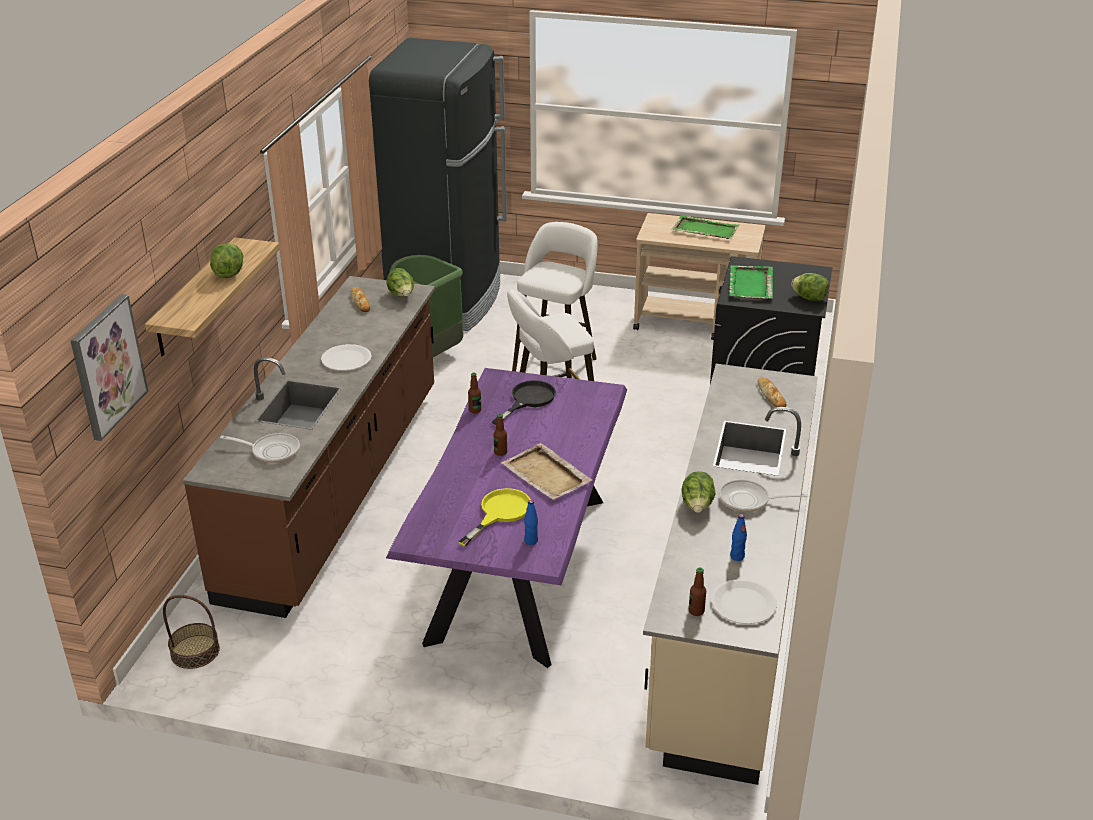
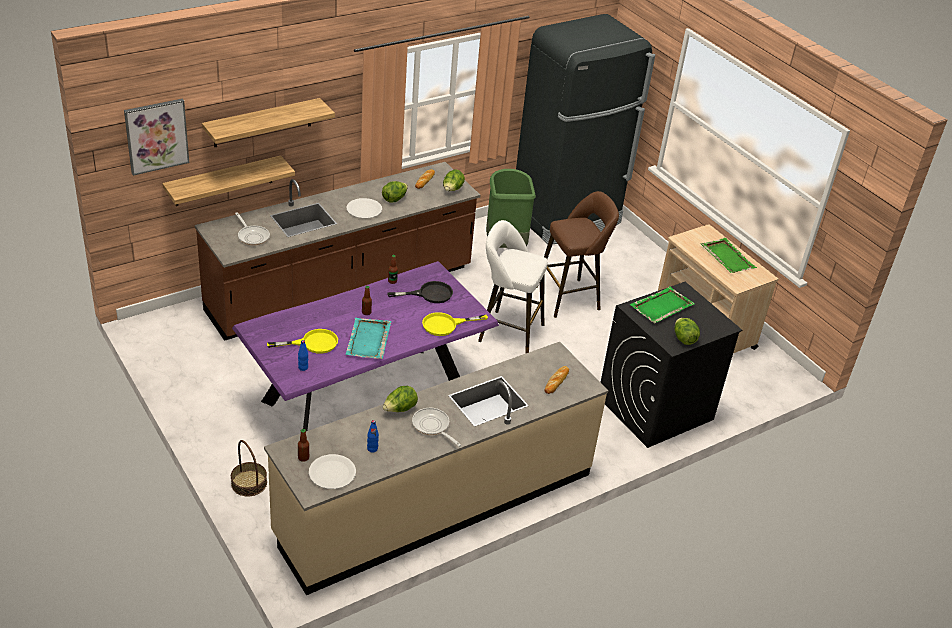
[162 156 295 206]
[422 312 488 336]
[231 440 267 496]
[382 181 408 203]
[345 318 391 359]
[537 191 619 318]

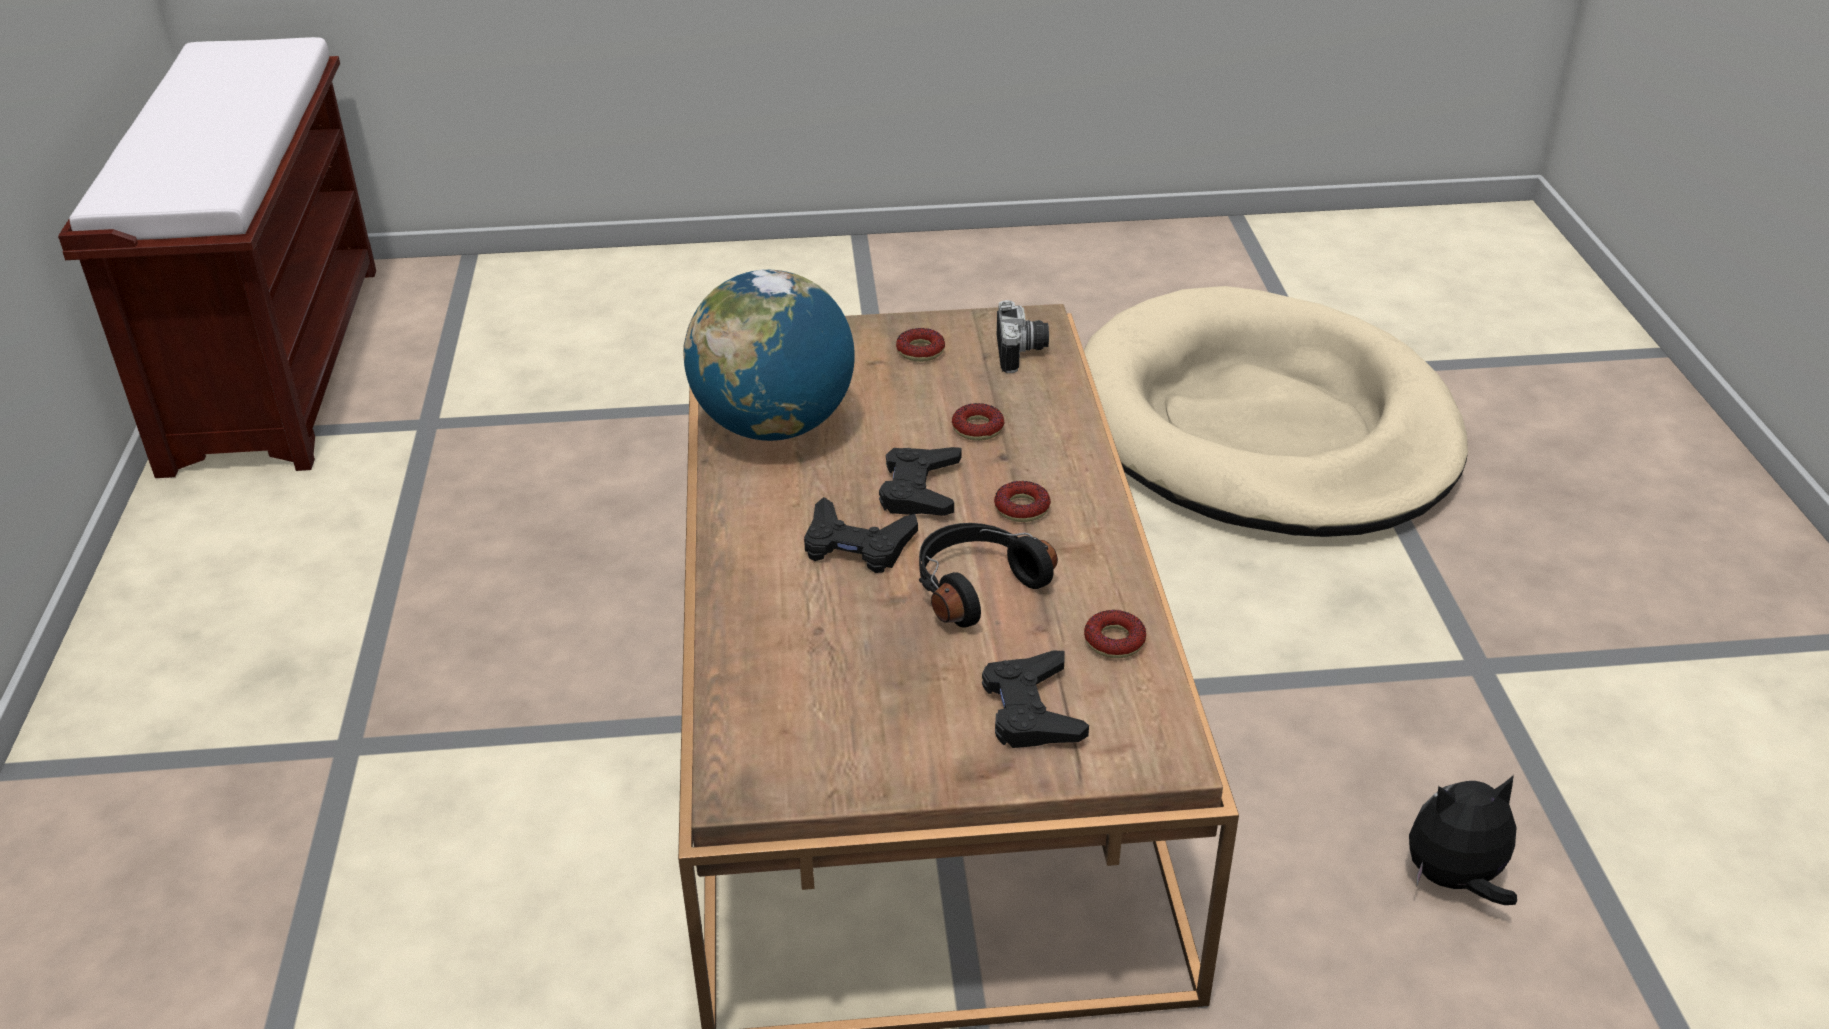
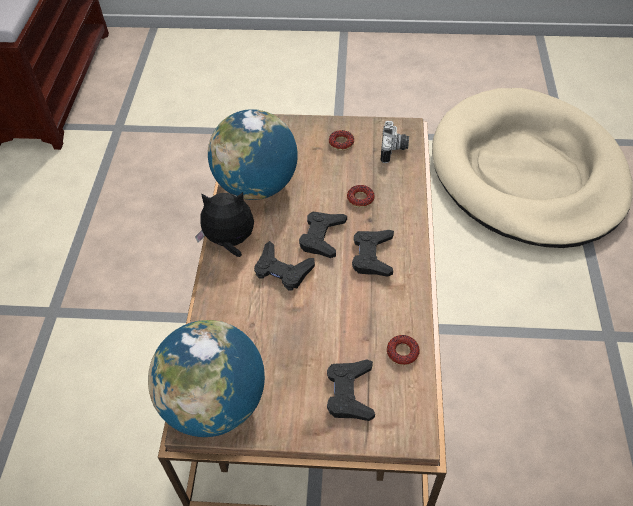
[919 523 1058 628] (first image)
[148 320 265 437]
[195 192 254 257]
[352 230 394 277]

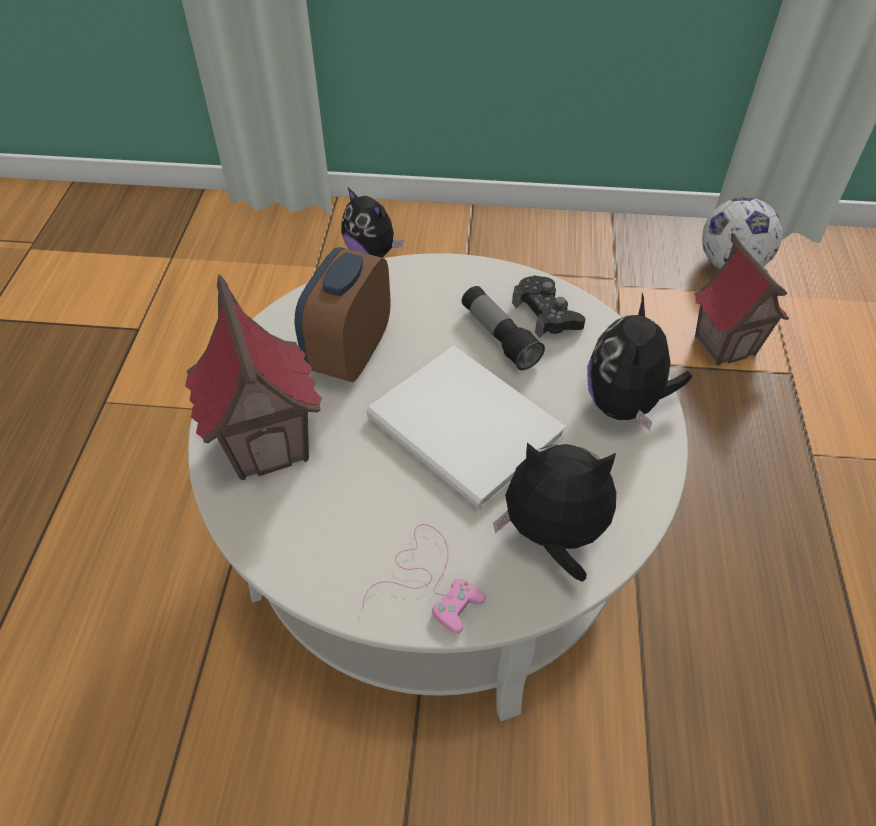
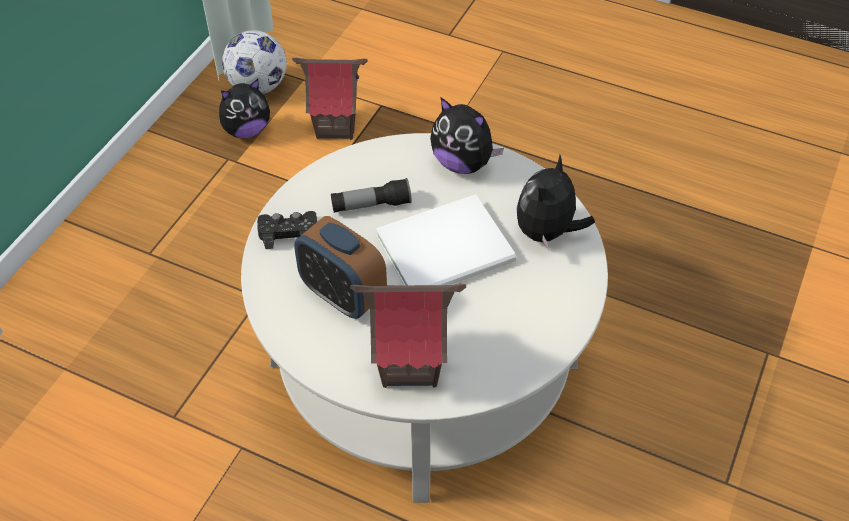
[363 524 486 634] (first image)
[219 79 270 138]
[257 211 317 249]

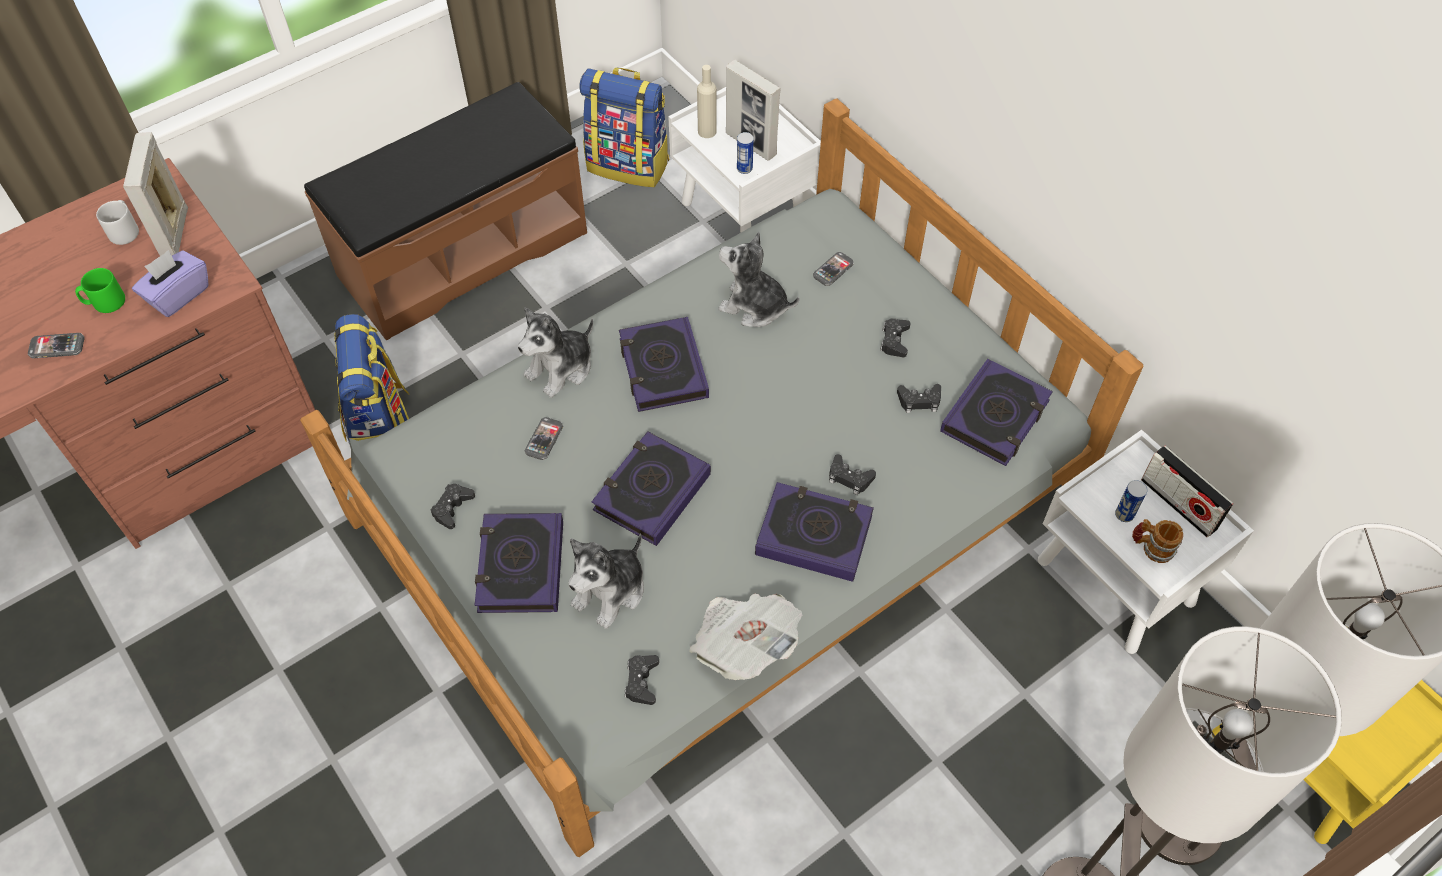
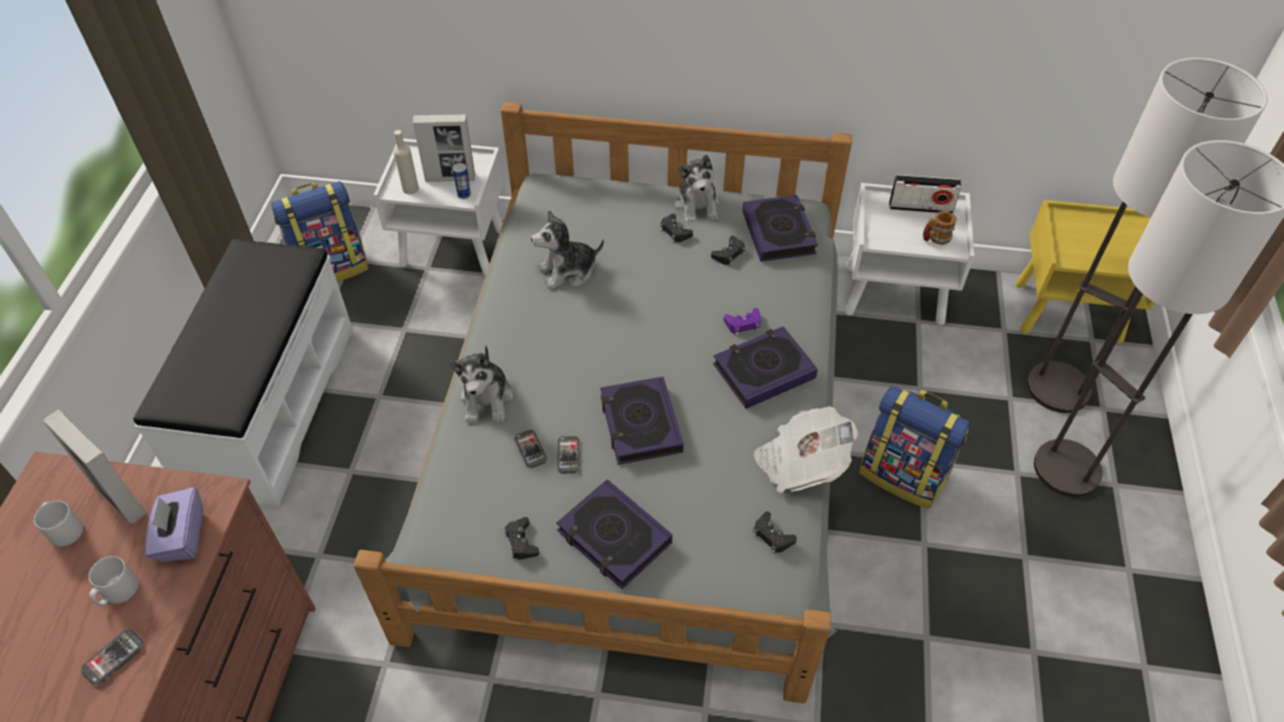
[619 317 709 412] (first image)
[1115 480 1148 522] (first image)
[859 386 969 509]
[675 155 719 223]
[557 436 580 474]
[89 556 138 606]
[133 239 353 507]
[724 308 761 336]

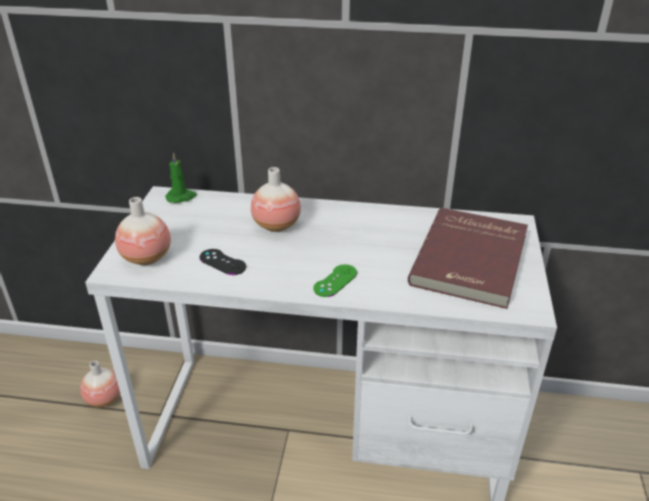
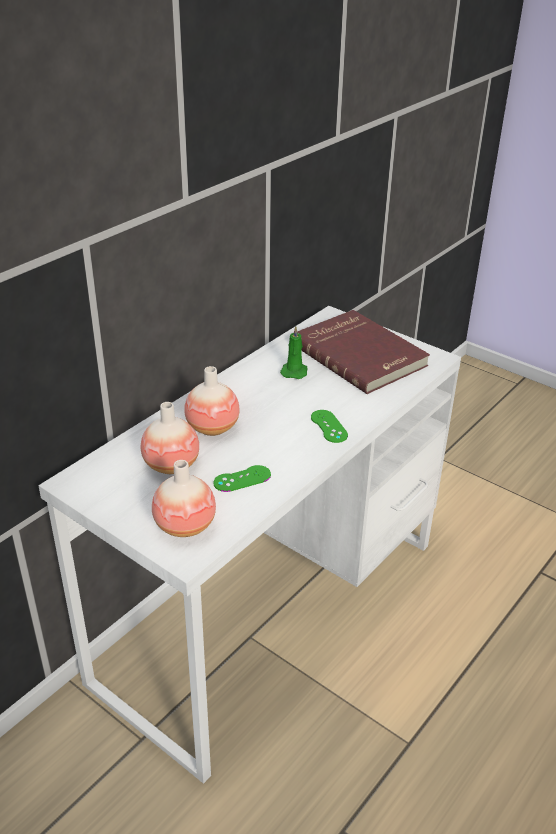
[141 402 199 474]
[280 326 308 379]
[213 465 271 492]

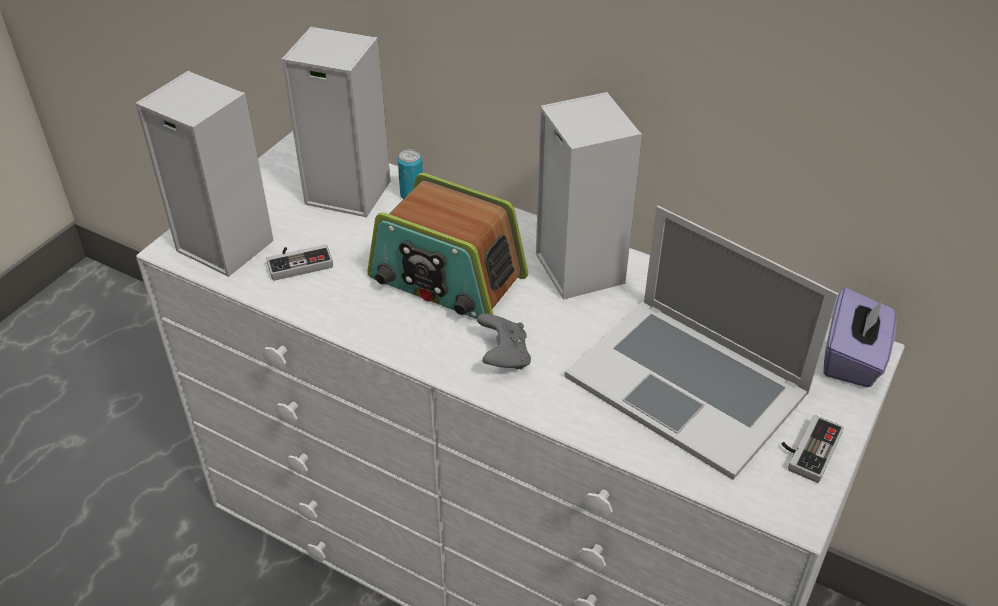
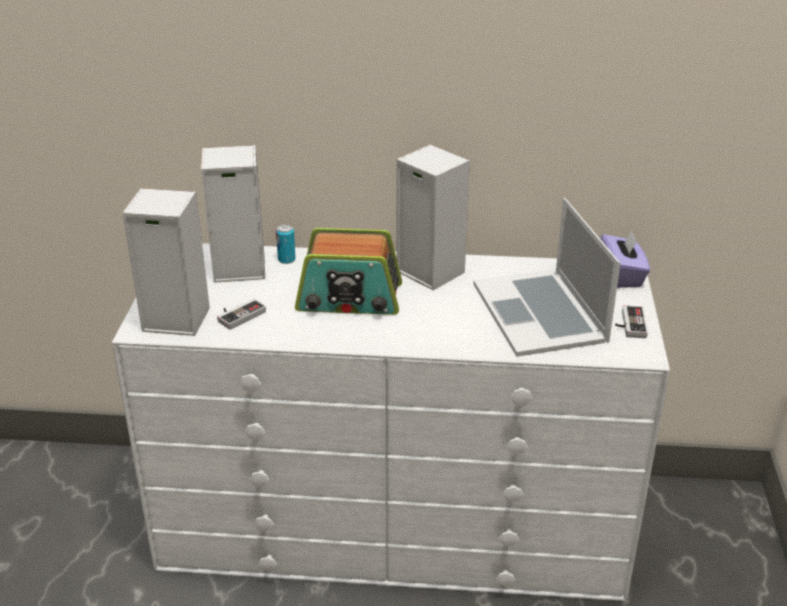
[477 314 531 370] (first image)
[473 198 620 357]

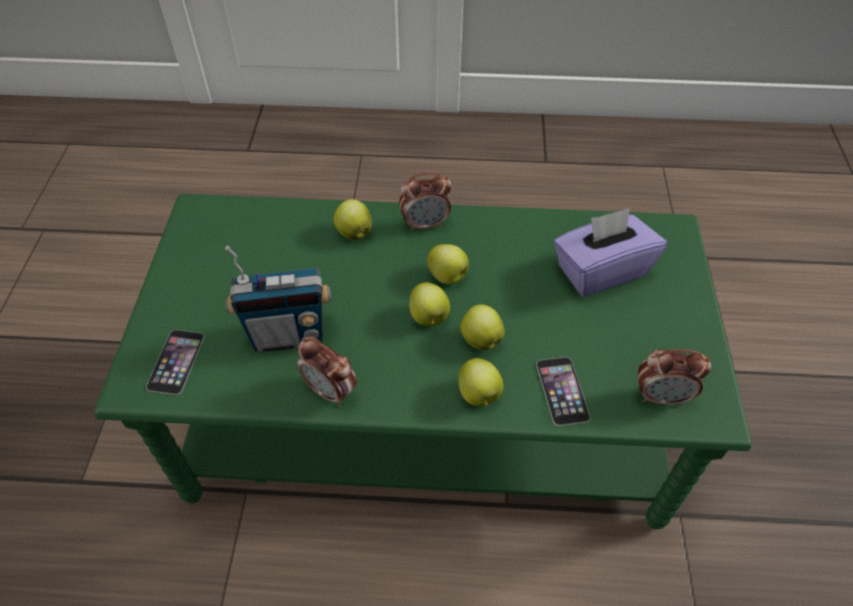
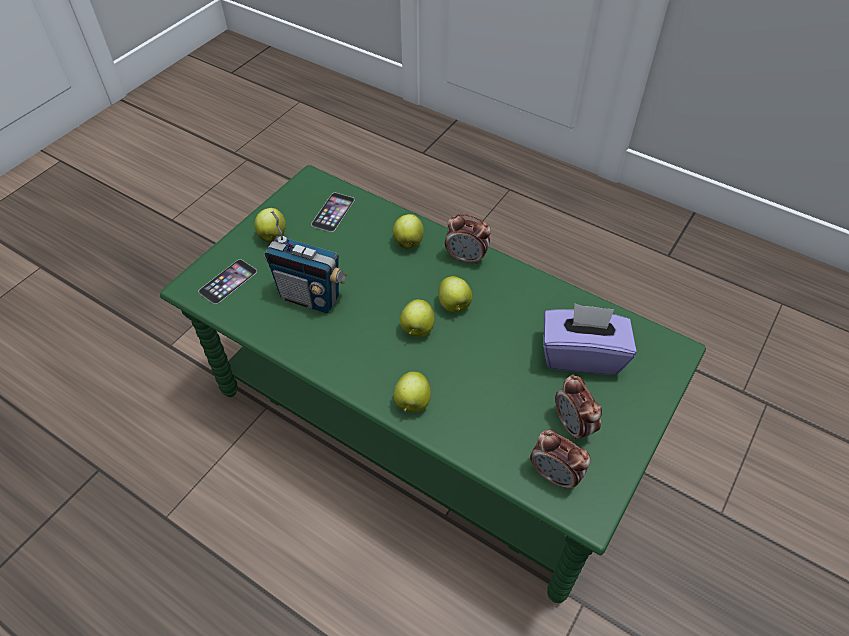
[555 374 602 441]
[254 208 286 242]
[311 193 355 232]

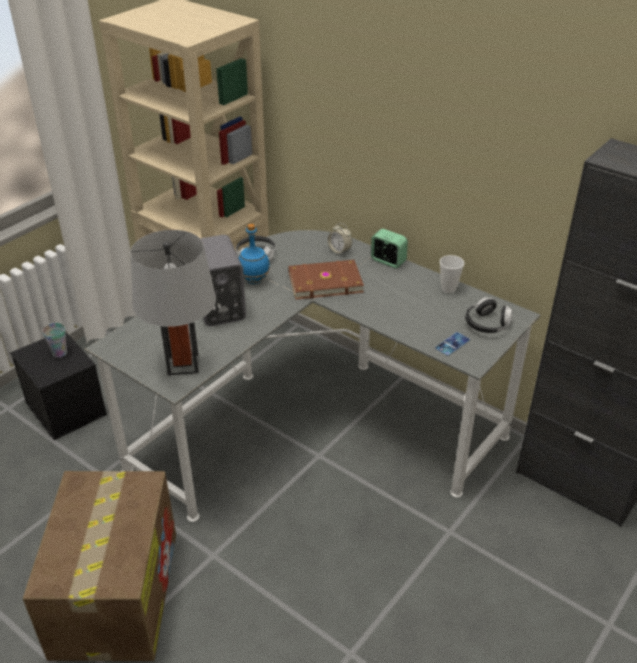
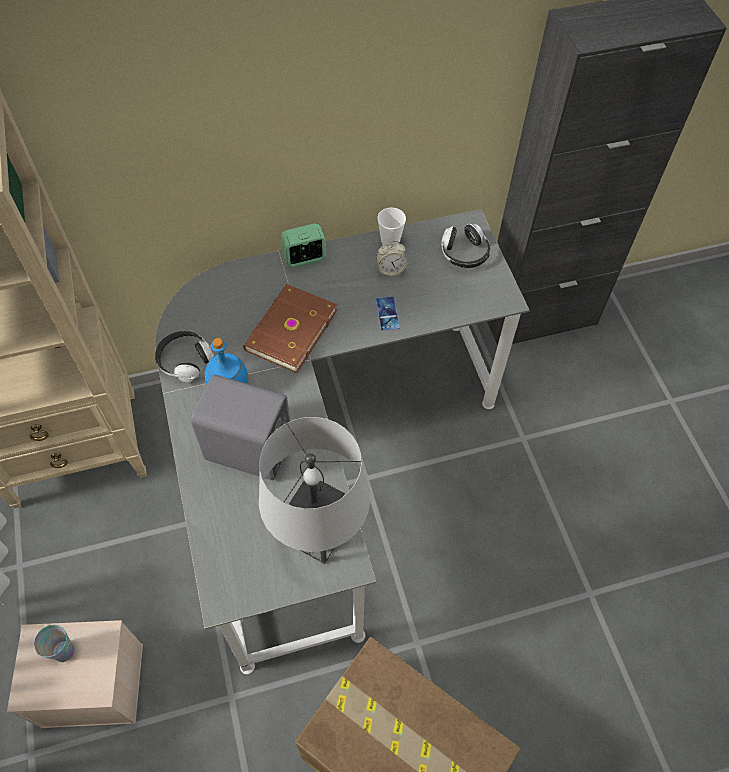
[376 241 407 277]
[376 297 400 331]
[7 620 143 728]

